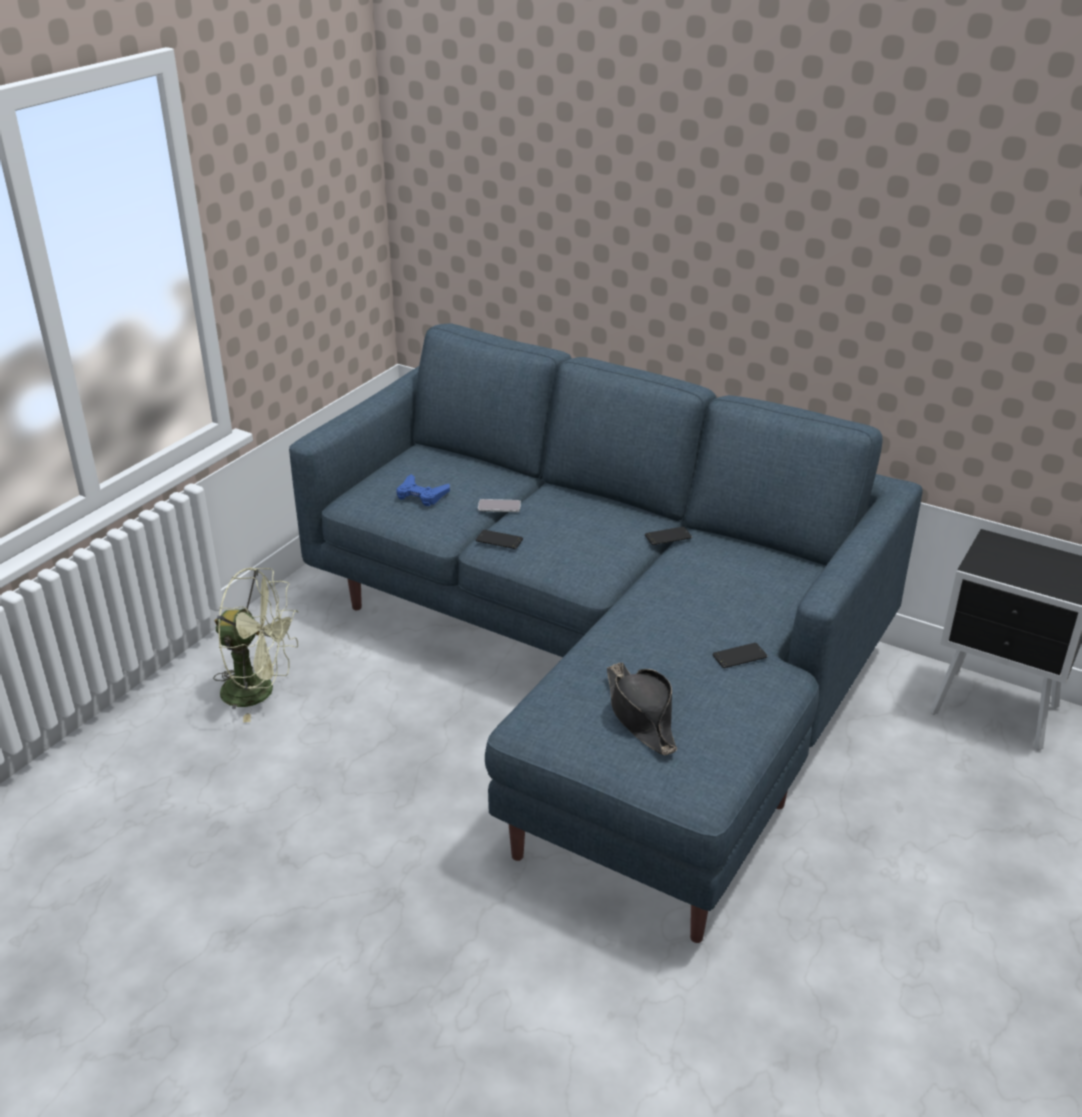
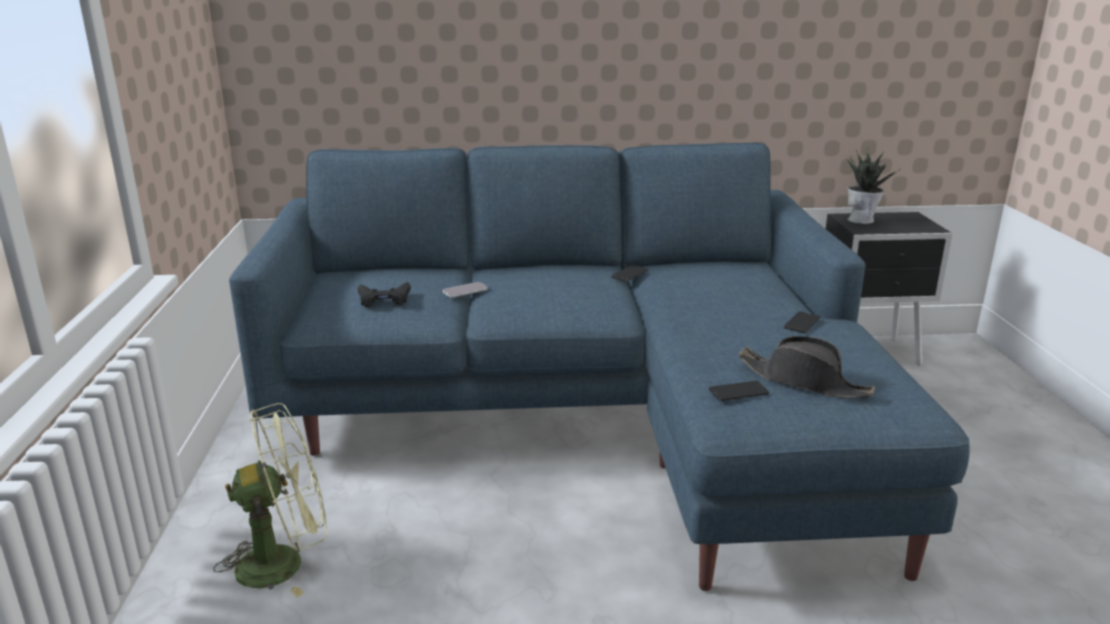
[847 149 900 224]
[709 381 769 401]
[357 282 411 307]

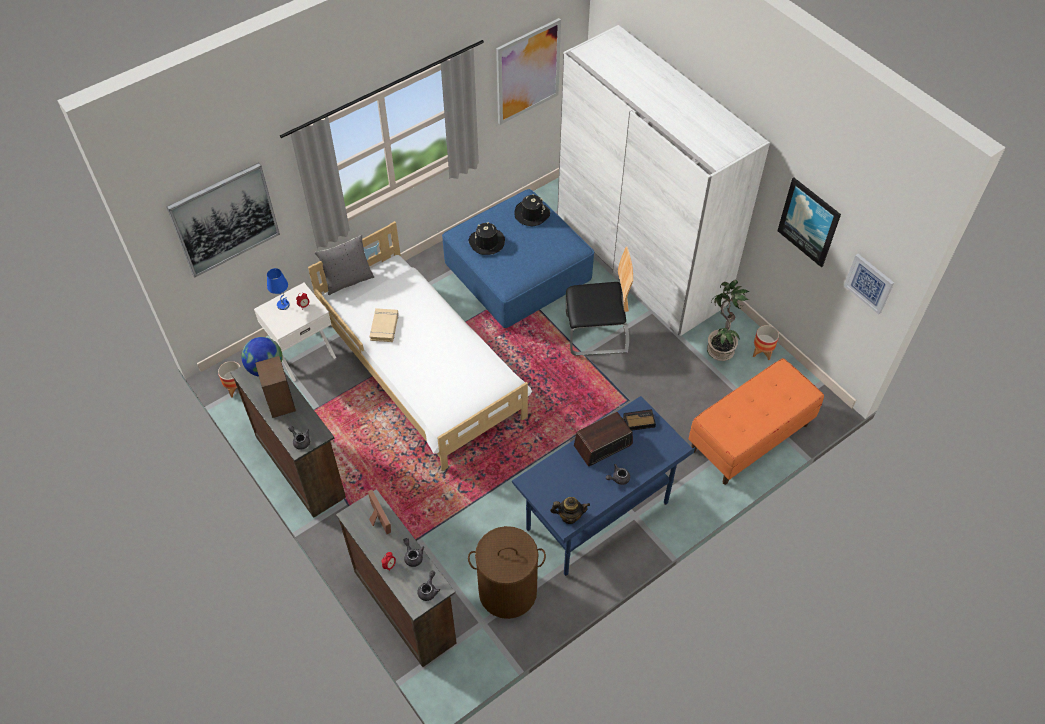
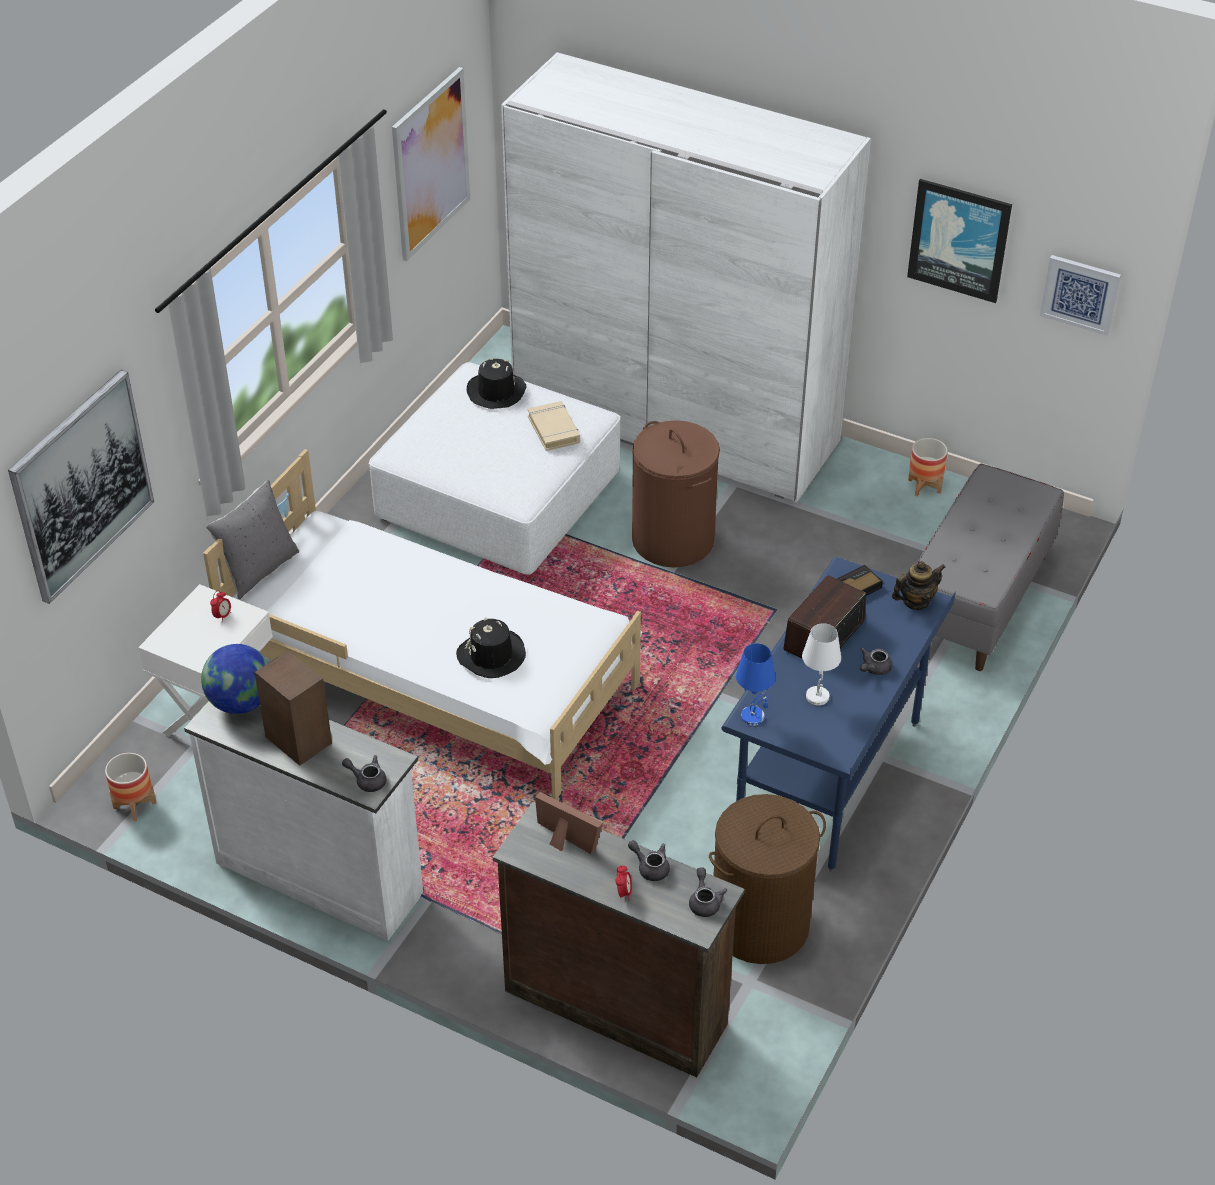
[707 280 750 361] (first image)
[802 623 841 705]
[736 643 775 726]
[528 401 580 451]
[456 617 526 678]
[892 561 946 610]
[632 420 720 567]
[184 701 423 941]
[369 362 621 575]
[916 463 1064 671]

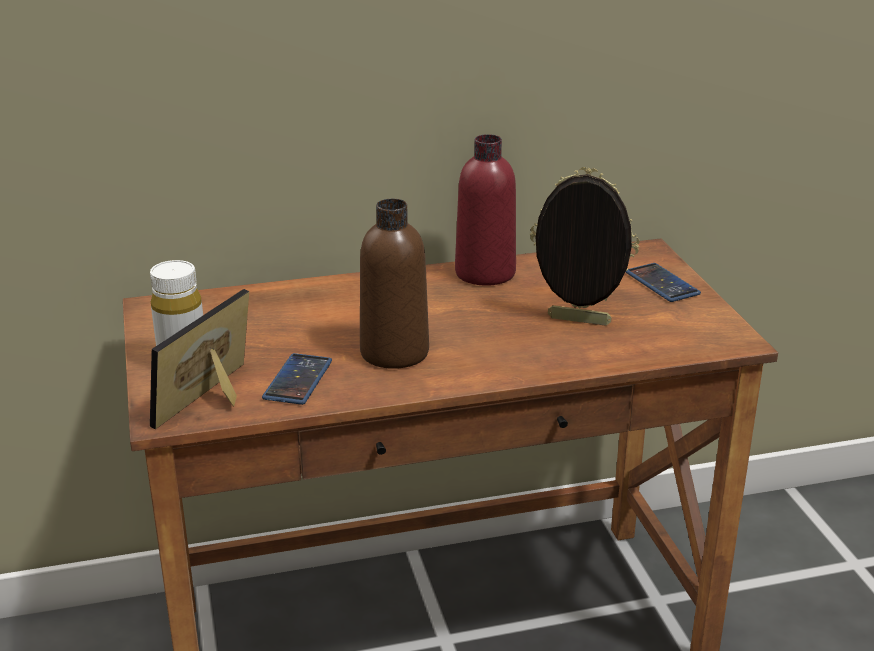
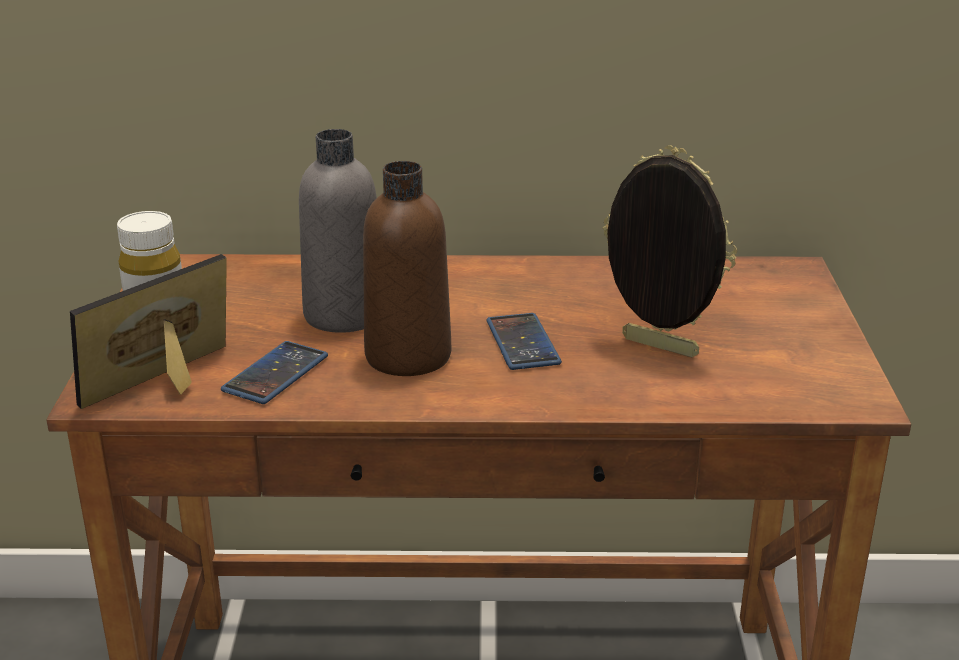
[455 134 516 286] (first image)
[299 129 377 333]
[486 313 562 370]

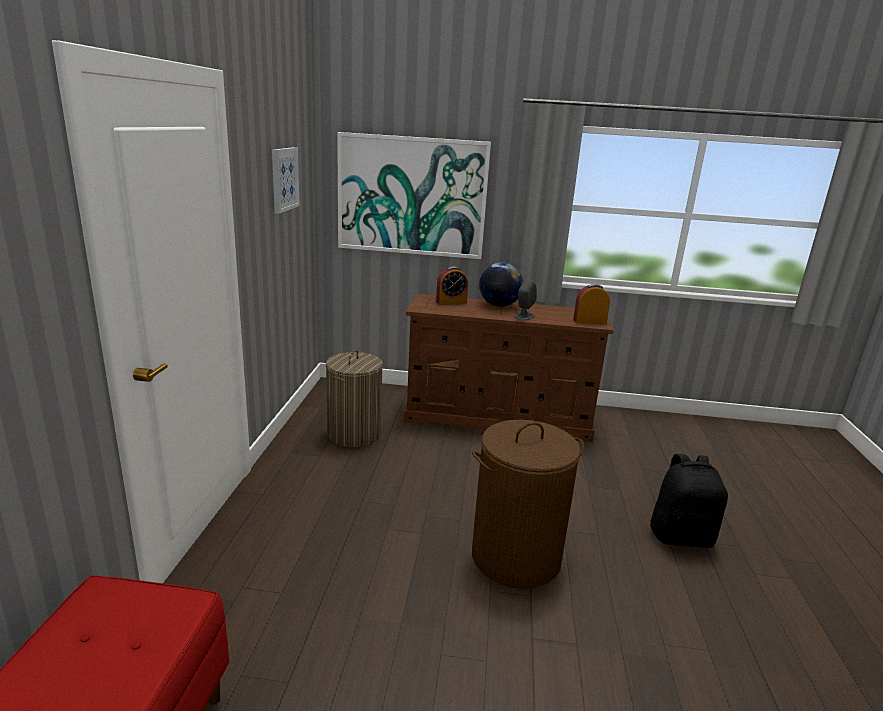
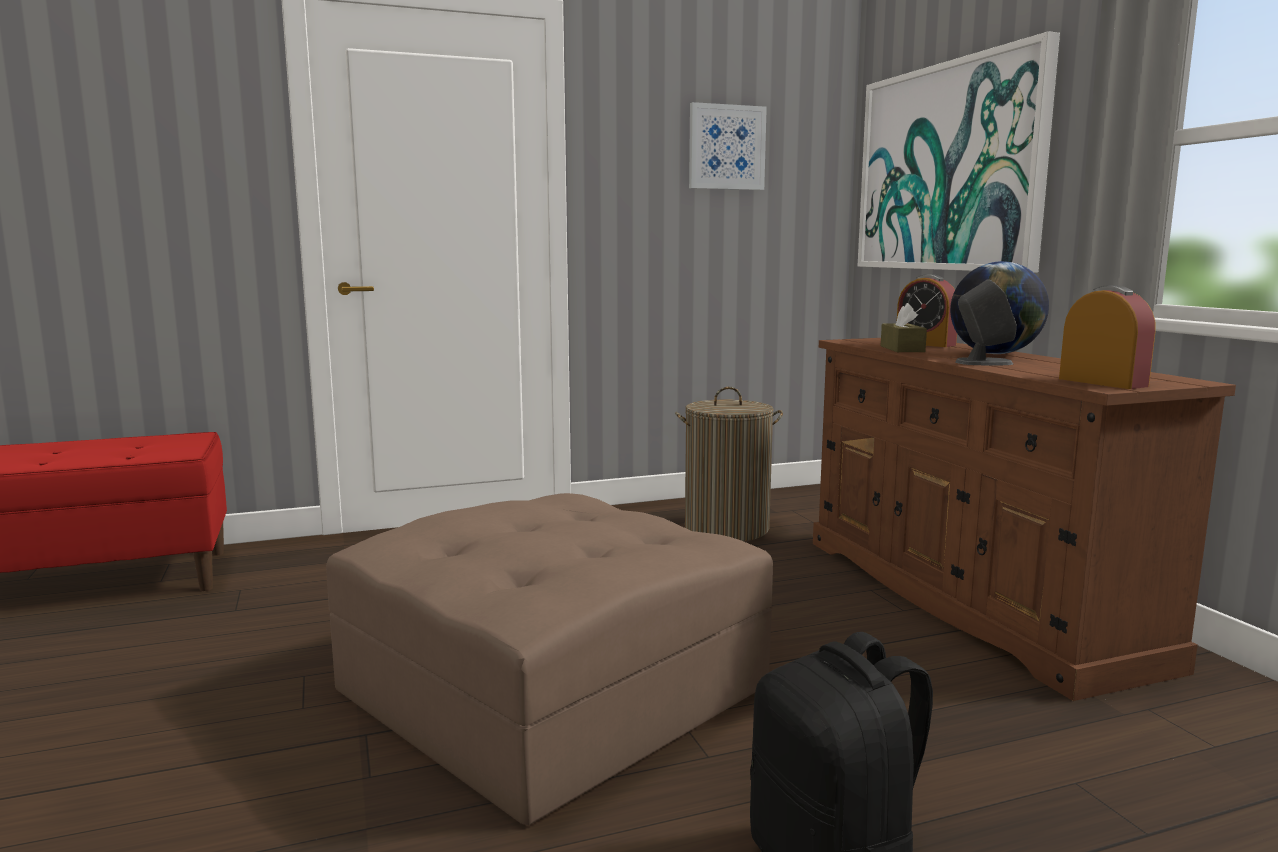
[881 303 927 352]
[326 493 773 826]

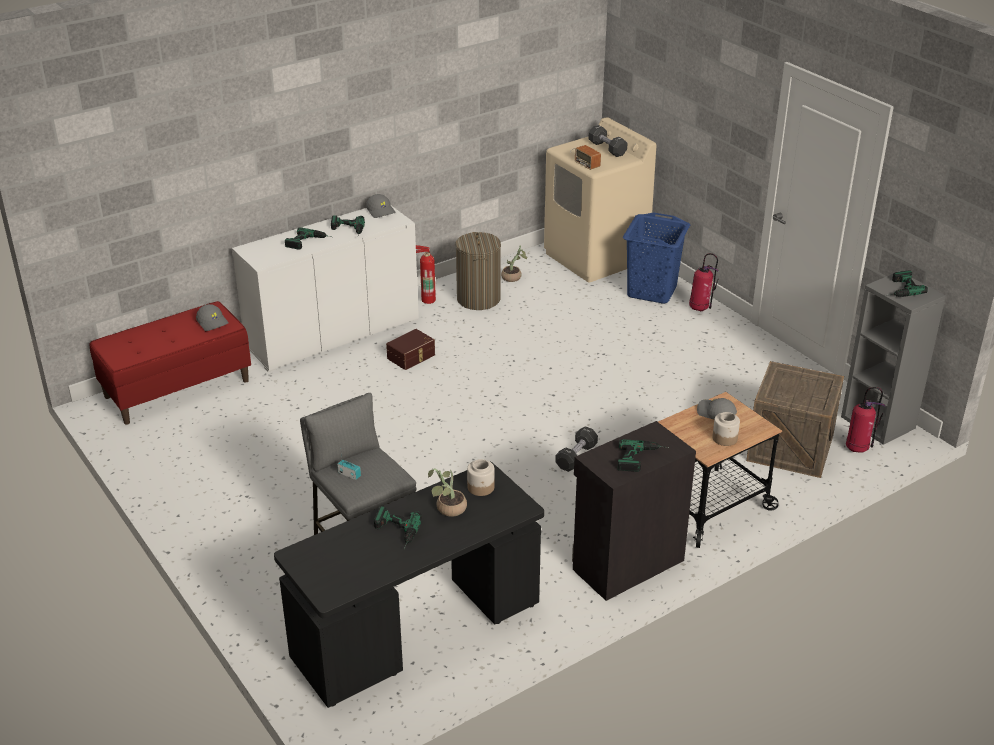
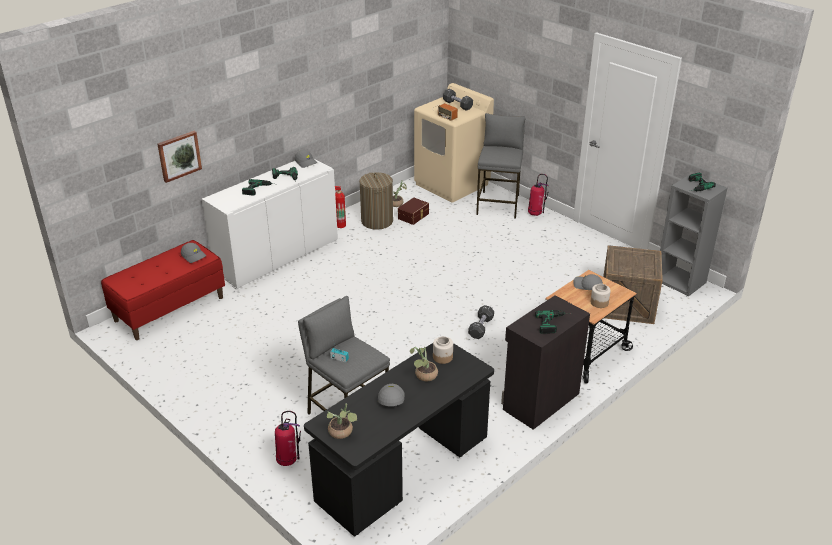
[157 131 202 183]
[327 403 357 439]
[398 198 429 225]
[275 411 301 466]
[378 384 405 406]
[476 113 526 218]

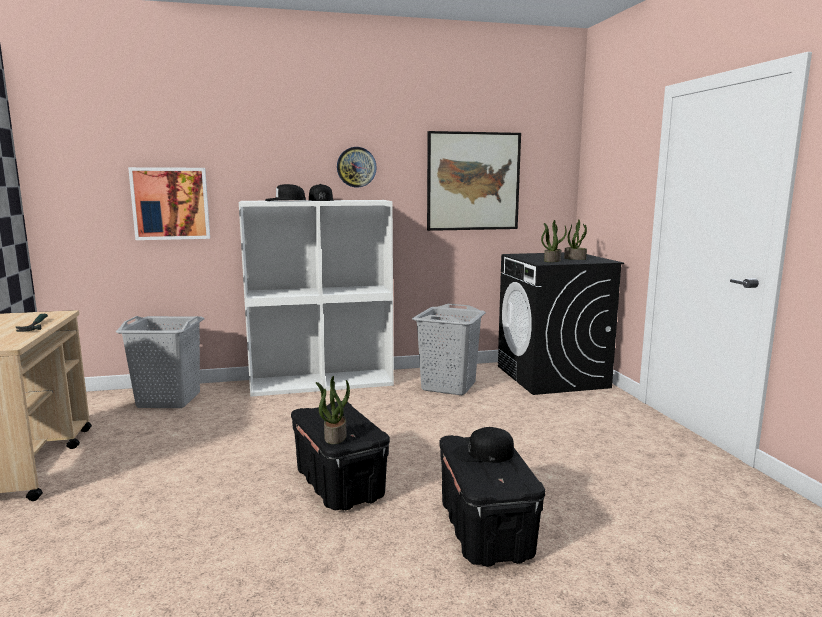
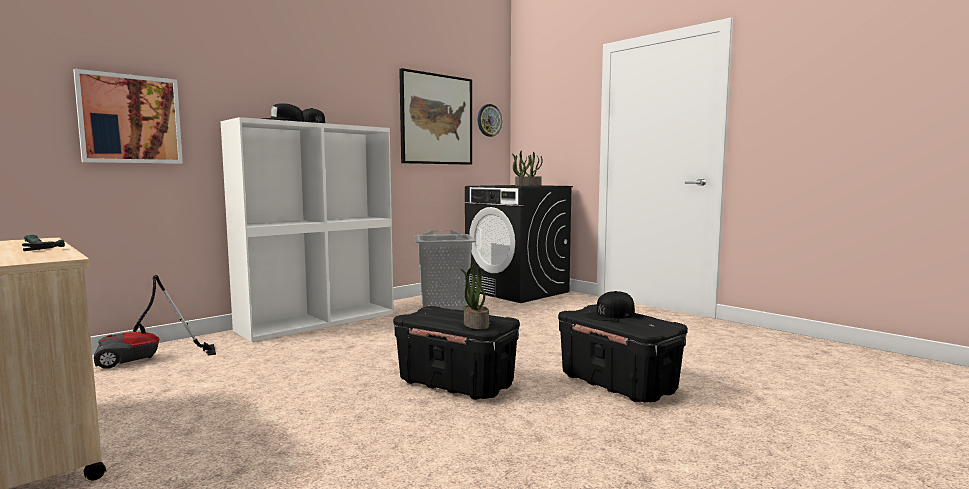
[478 104 502 137]
[94 275 216 369]

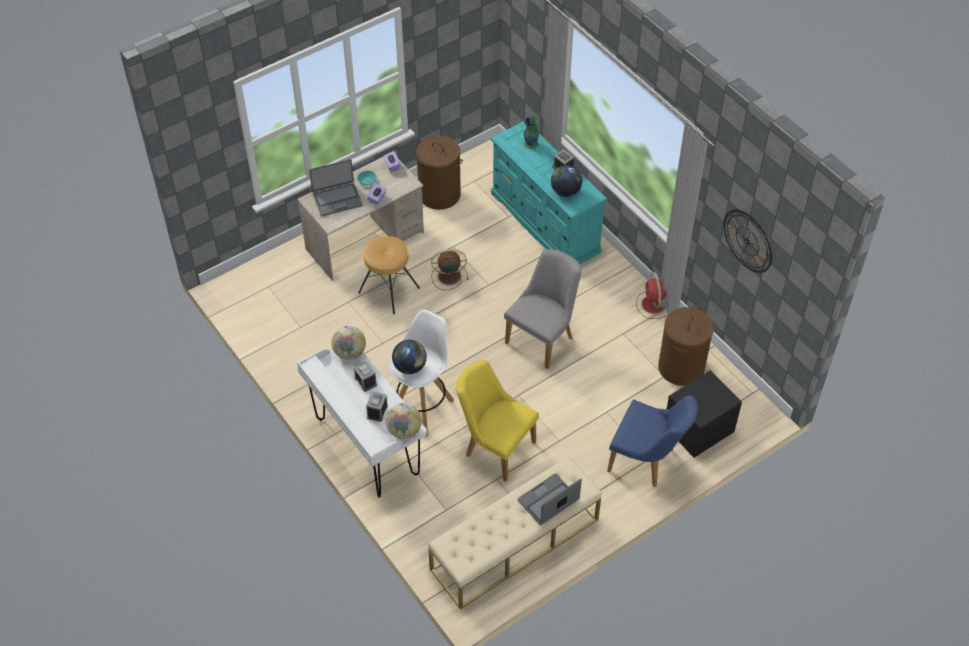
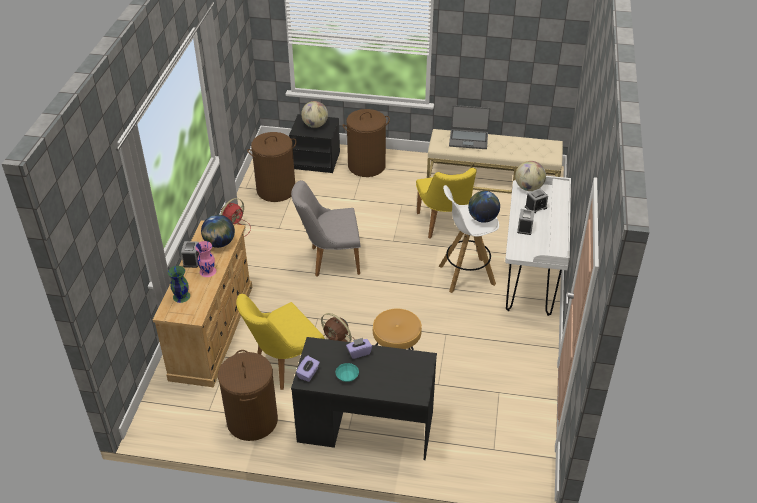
[309 159 363 216] (first image)
[723 210 772 273] (first image)
[195 241 216 277]
[236 294 325 390]
[301 101 328 128]
[343 109 390 177]
[291 337 437 460]
[153 220 252 387]

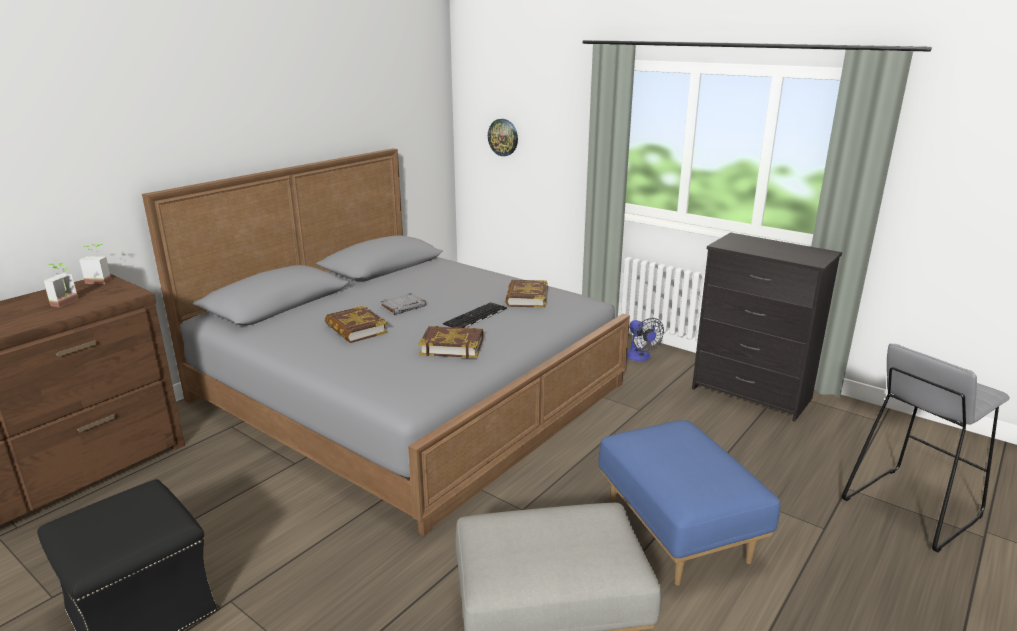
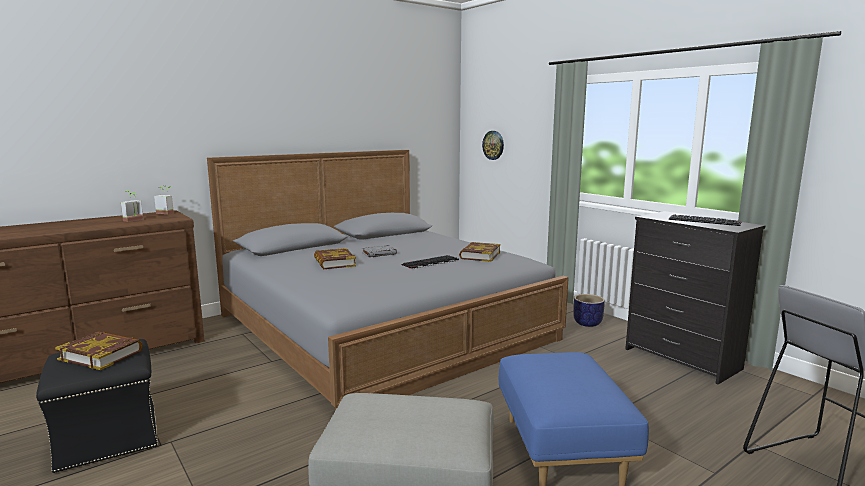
[669 214 741 226]
[55 331 143 370]
[573 294 605 327]

